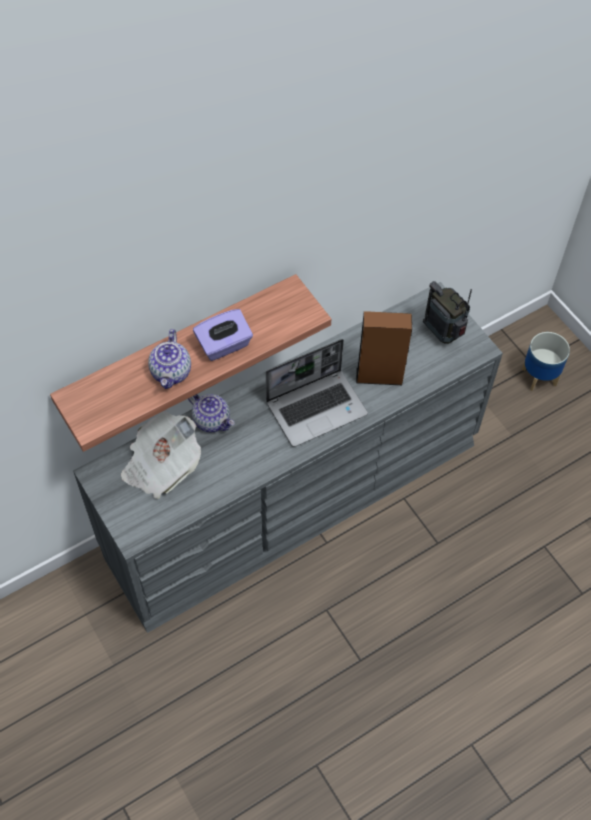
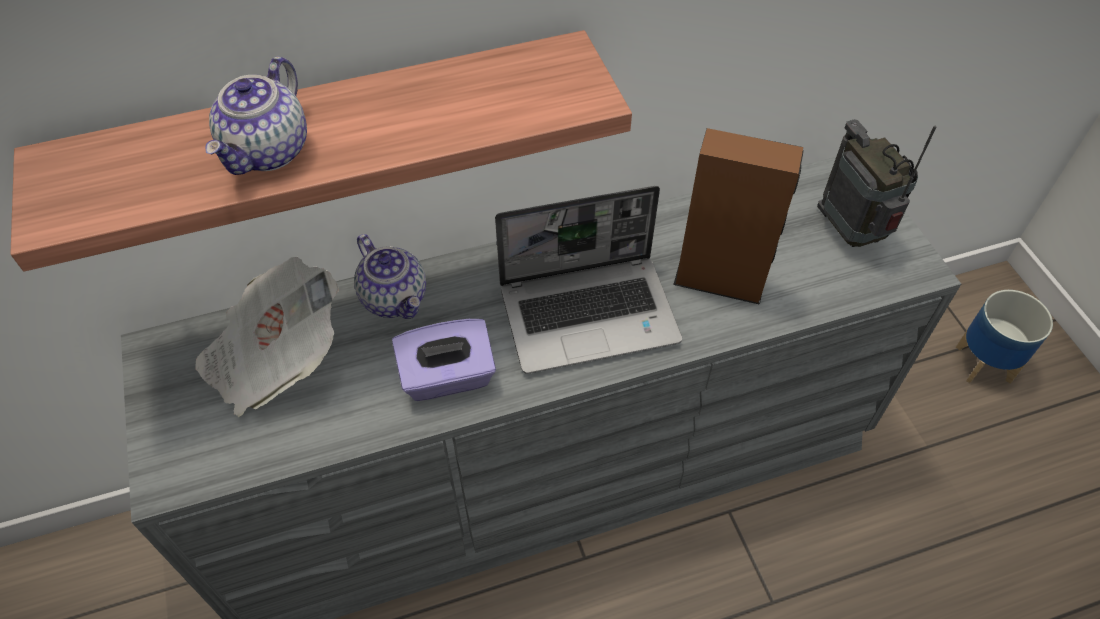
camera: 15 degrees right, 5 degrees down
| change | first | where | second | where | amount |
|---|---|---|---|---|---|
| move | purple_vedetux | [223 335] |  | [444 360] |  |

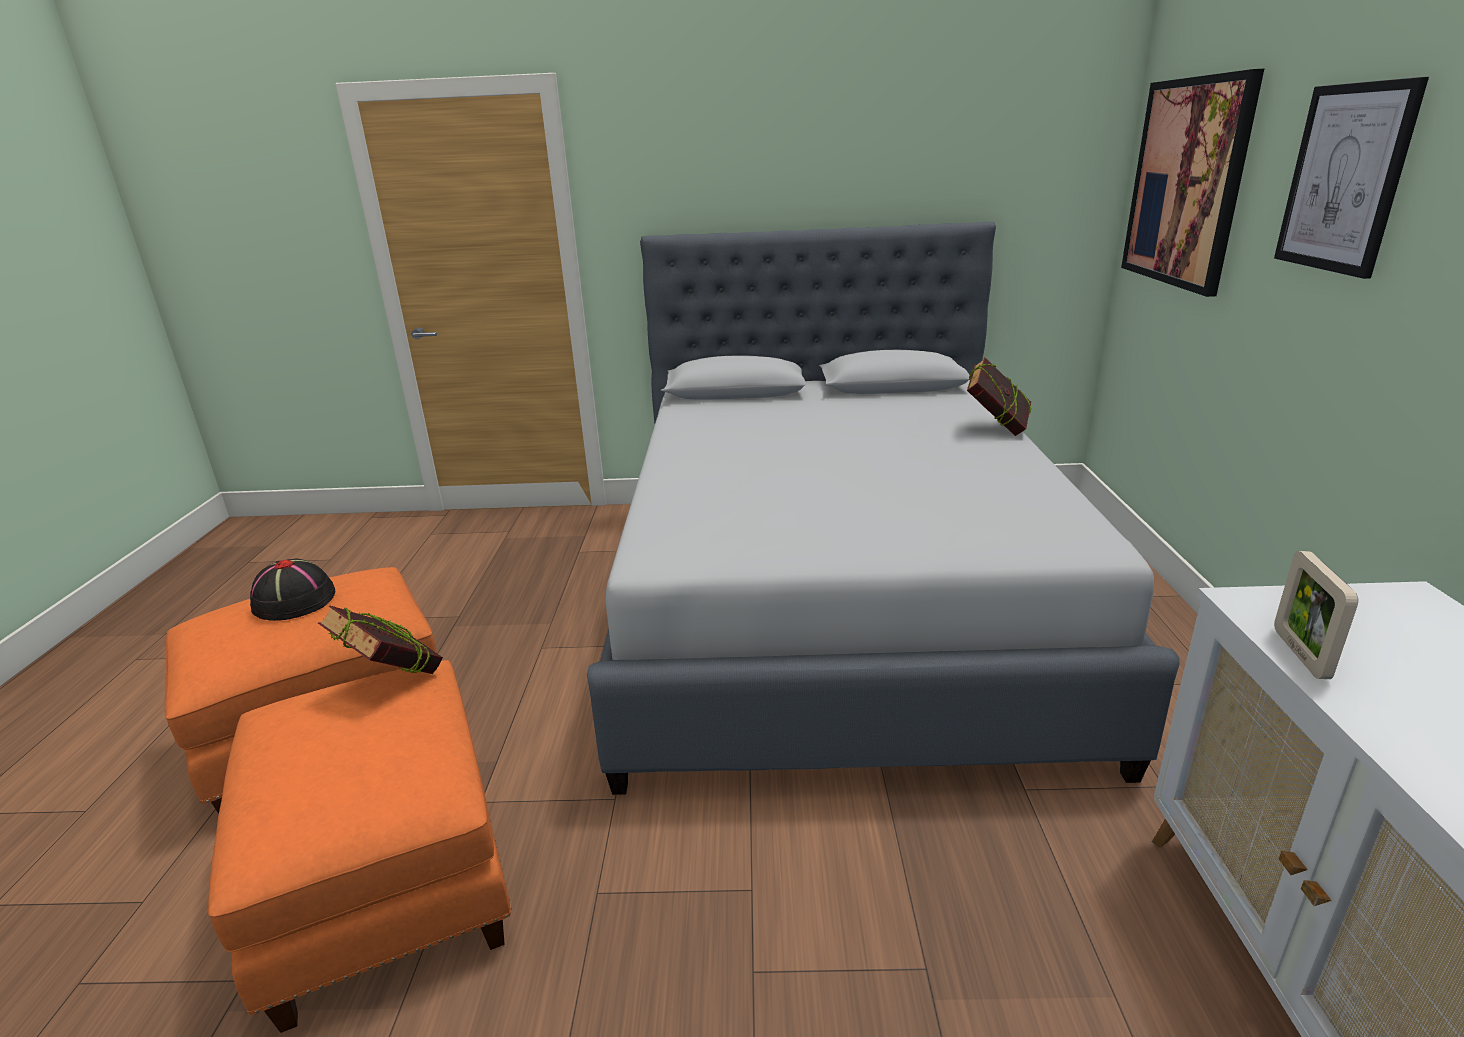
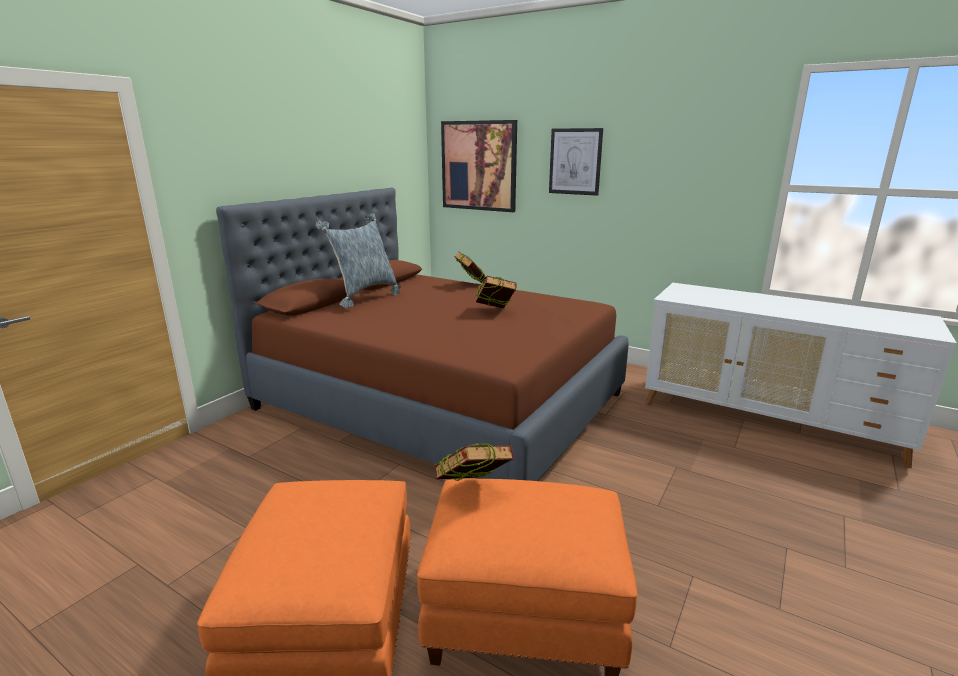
camera: 60 degrees left, 5 degrees down
| change | first | where | second | where | amount |
|---|---|---|---|---|---|
| delete | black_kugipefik | [292 589] |  |  |  |
| delete | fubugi | [1316 615] |  |  |  |
| insert |  |  | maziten | [358 260] |  |
| insert |  |  | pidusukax | [496 292] |  |
| recolor | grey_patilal | [883 508] | brown_patilal | [422 334] |  |

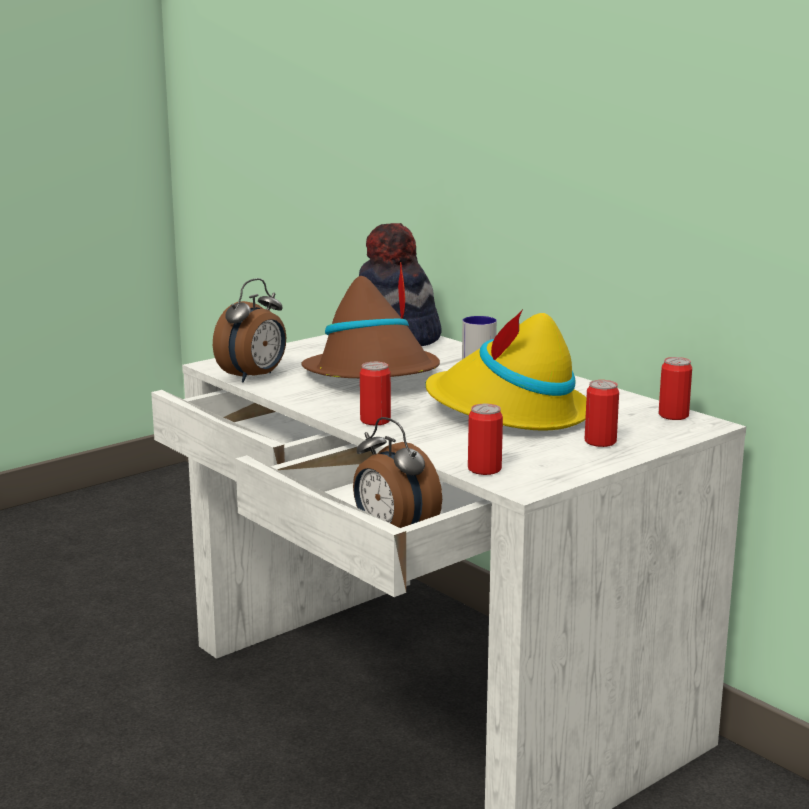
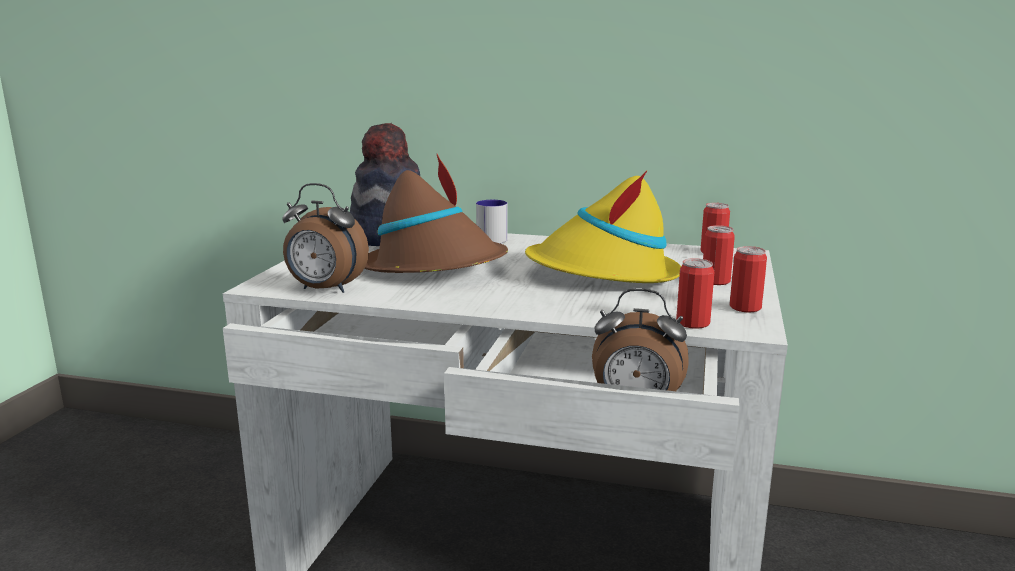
camera: 35 degrees left, 0 degrees up
| change | first | where | second | where | amount |
|---|---|---|---|---|---|
| move | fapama | [375 393] |  | [748 279] |  |
| rotate | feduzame | [249 330] |  | [325 238] | 105 degrees clockwise |

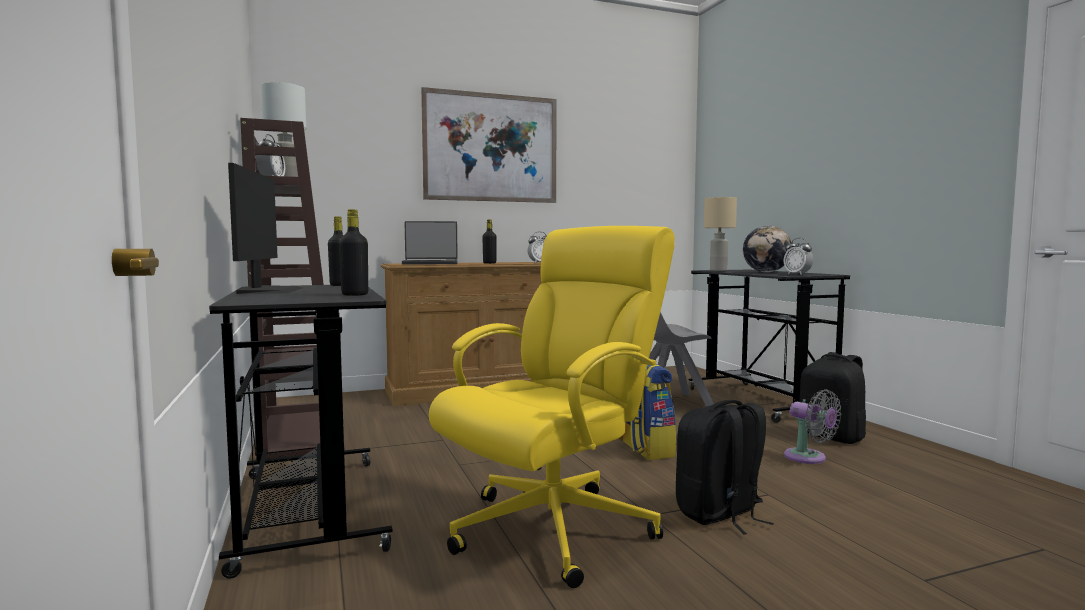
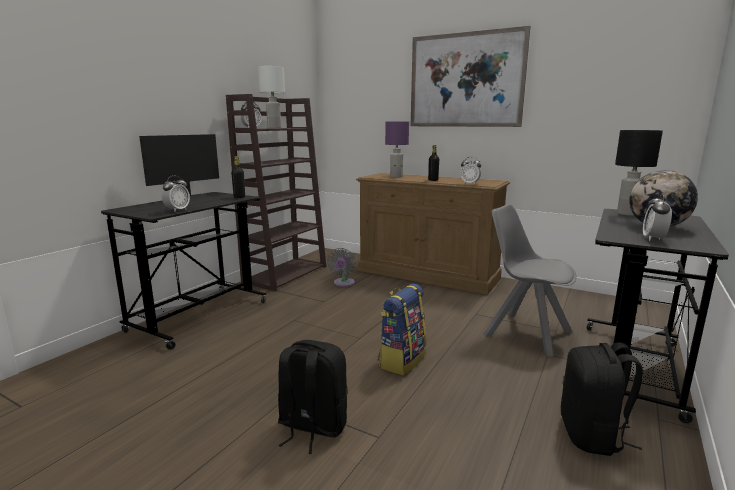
camera: 50 degrees right, 10 degrees up
| change | first | where | second | where | amount |
|---|---|---|---|---|---|
| delete | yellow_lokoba | [552 407] |  |  |  |
| move | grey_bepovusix | [812 426] |  | [341 267] |  |
| replace | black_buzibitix | [353 252] | feduzame | [176 194] |  |
| replace | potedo | [430 243] | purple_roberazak | [397 149] |  |
| recolor | beige_roberazak | [720 234] | black_roberazak | [639 173] |  |

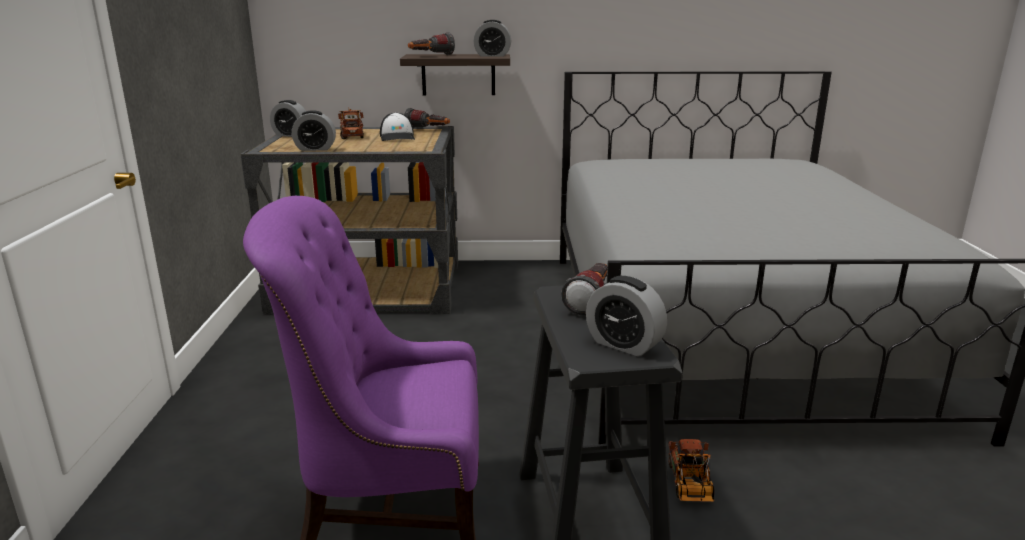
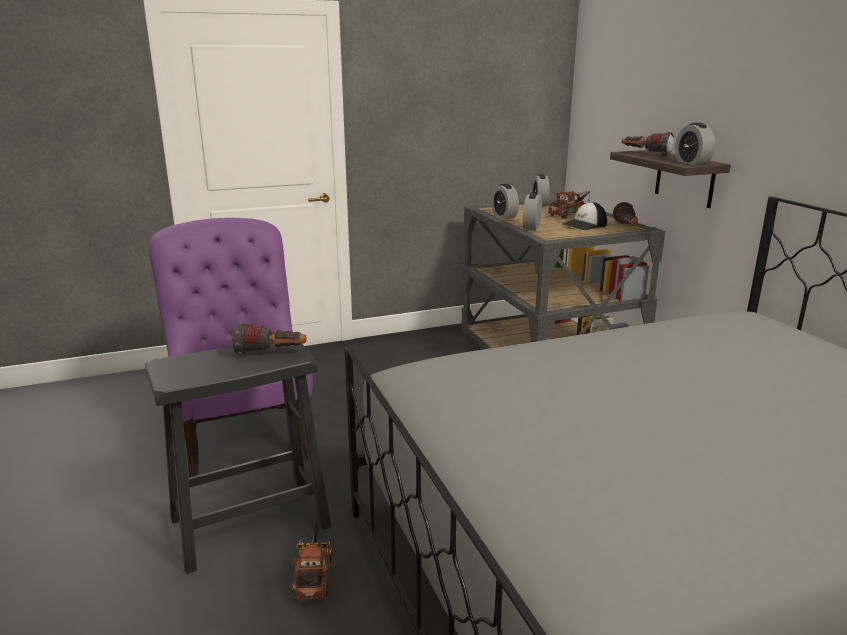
camera: 70 degrees right, 0 degrees up
| change | first | where | second | where | amount |
|---|---|---|---|---|---|
| move | feduzame | [626 316] |  | [532 211] |  |
| rotate | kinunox | [691 470] |  | [311 559] | 105 degrees clockwise |

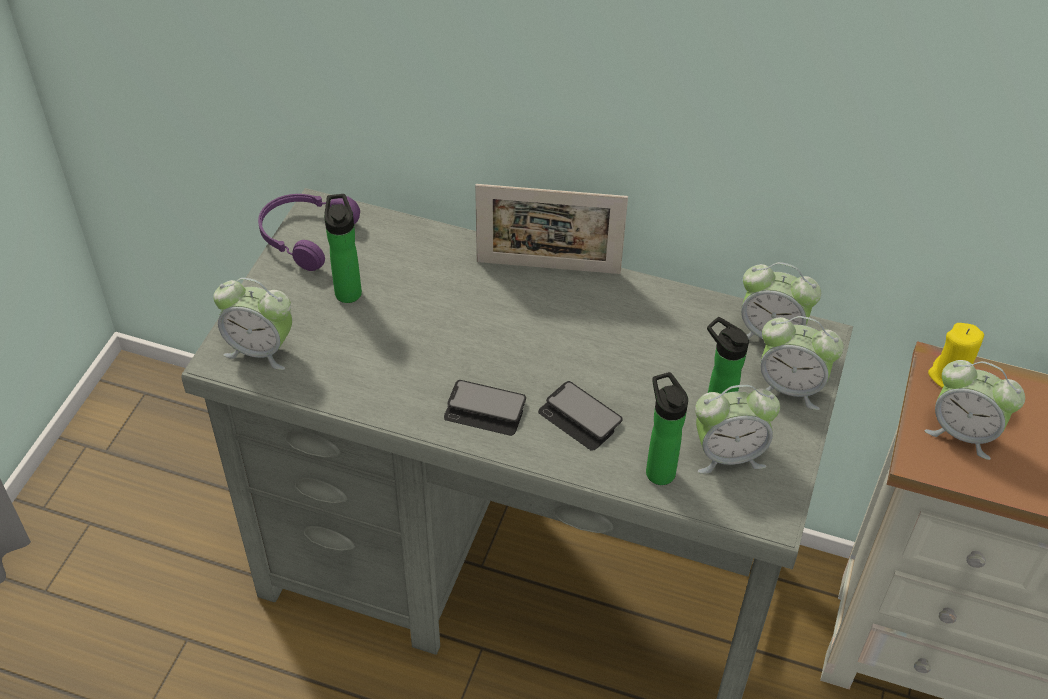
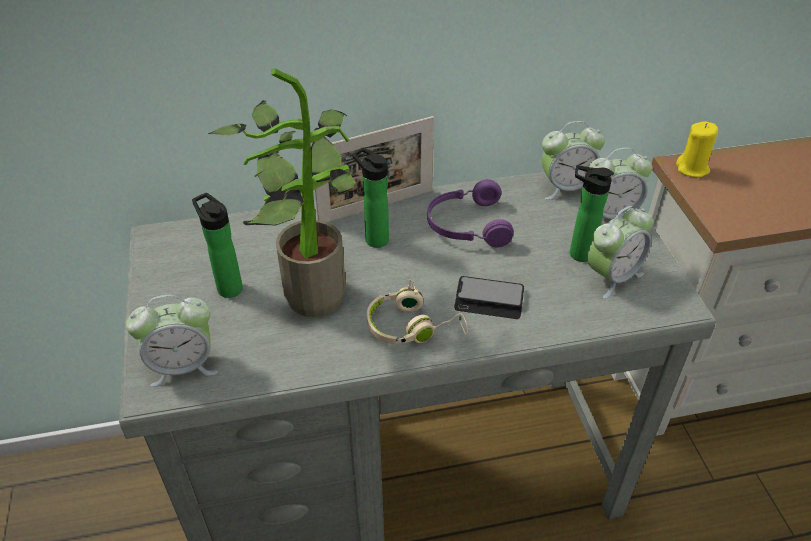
camera: 30 degrees left, 5 degrees down
| change | first | where | second | where | amount |
|---|---|---|---|---|---|
| delete | feduzame | [975 410] |  |  |  |
| insert |  |  | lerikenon | [282 192] |  |
| move | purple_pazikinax | [309 232] |  | [470 213] |  |
| move | buzibitix | [667 428] |  | [371 197] |  |
| replace | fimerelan | [485 408] | beige_pazikinax | [417 311] |  |

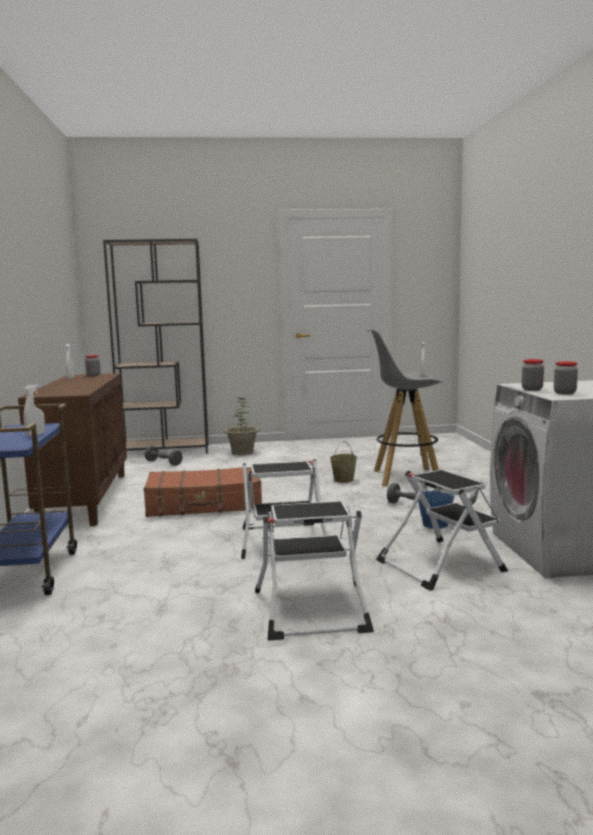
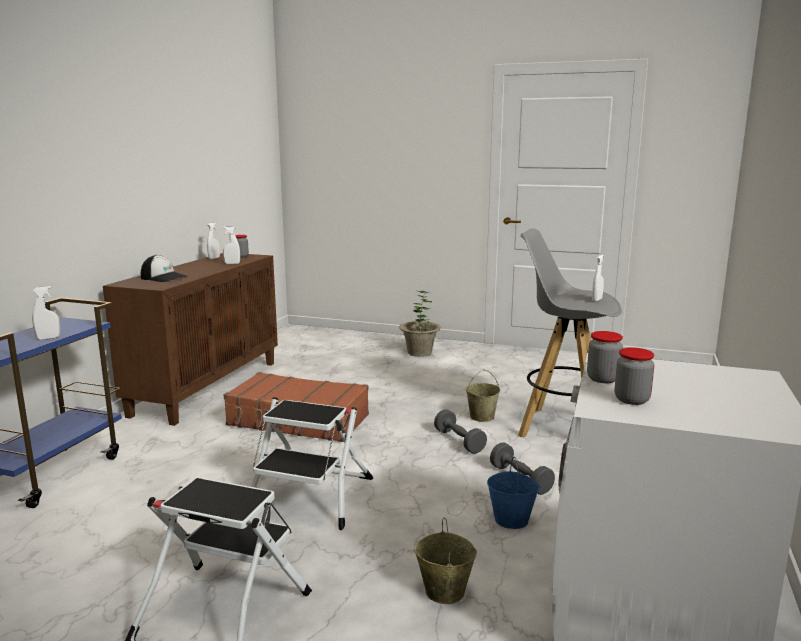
camera: 25 degrees right, 5 degrees up
| change | first | where | second | where | amount |
|---|---|---|---|---|---|
| delete | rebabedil | [156 346] |  |  |  |
| insert |  |  | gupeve | [163 268] |  |
| insert |  |  | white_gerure | [231 245] |  |
| move | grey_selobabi | [164 456] |  | [460 431] |  |
| replace | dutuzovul | [442 530] | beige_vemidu | [445 561] |  |

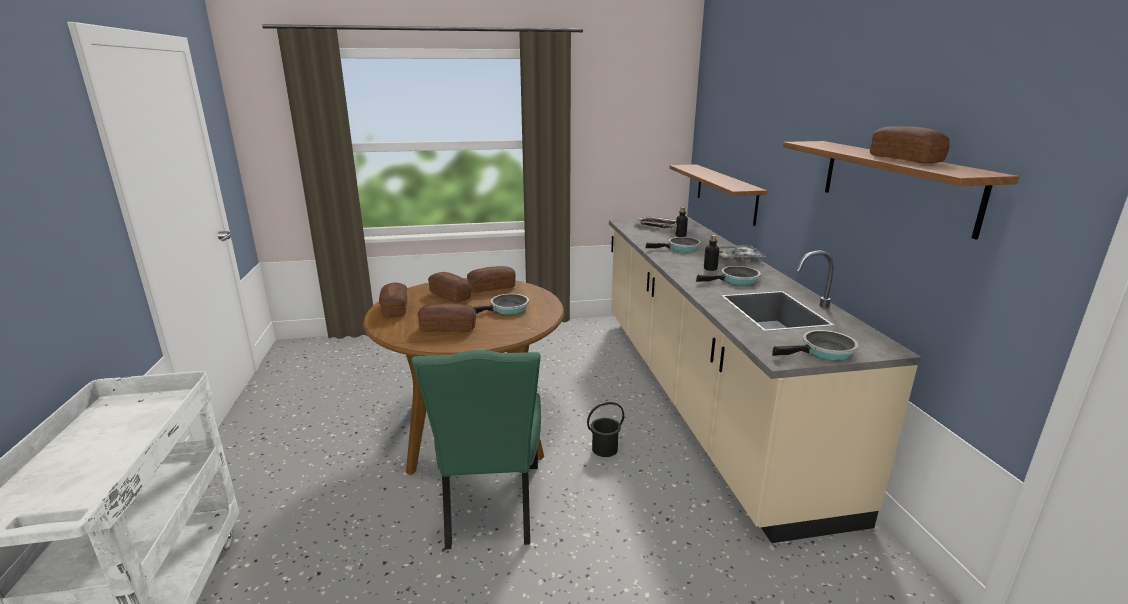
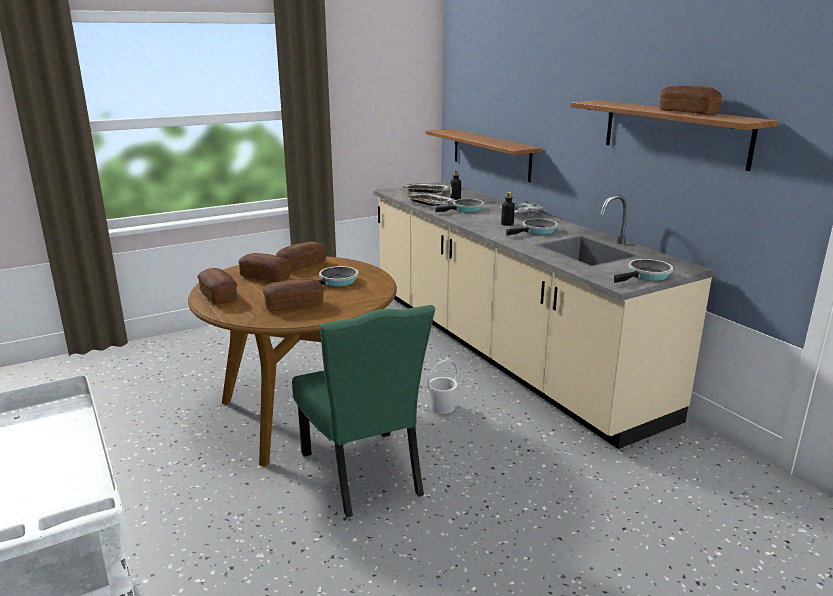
camera: 20 degrees left, 0 degrees up
| change | first | where | second | where | amount |
|---|---|---|---|---|---|
| insert |  |  | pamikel | [429 199] |  |
| recolor | black_vemidu | [605 429] | white_vemidu | [442 386] |  |

